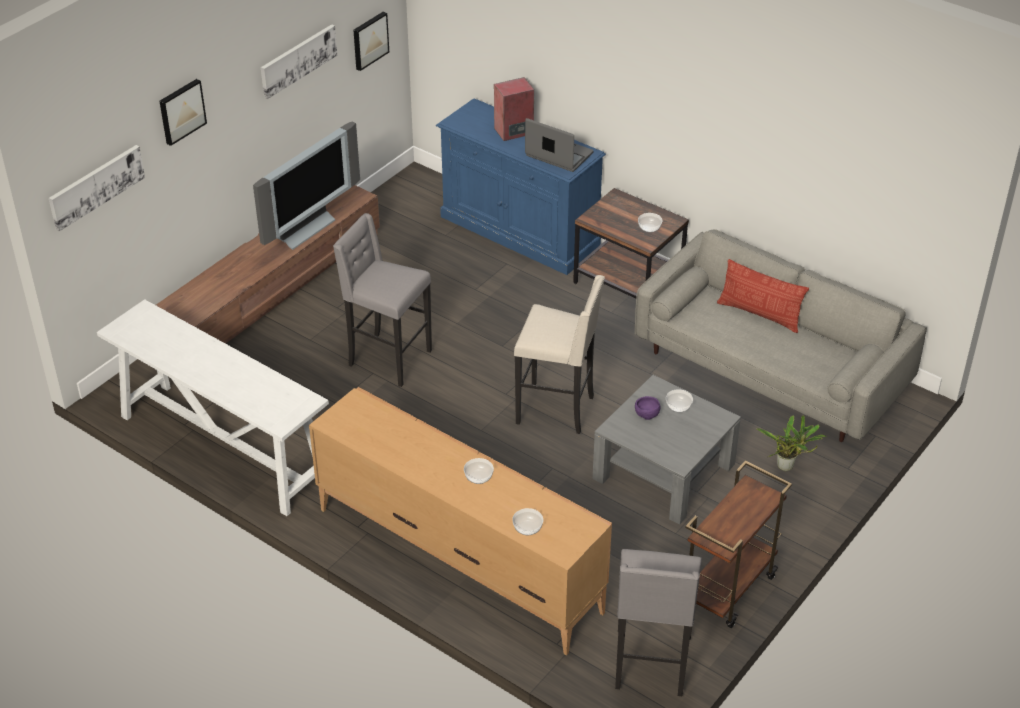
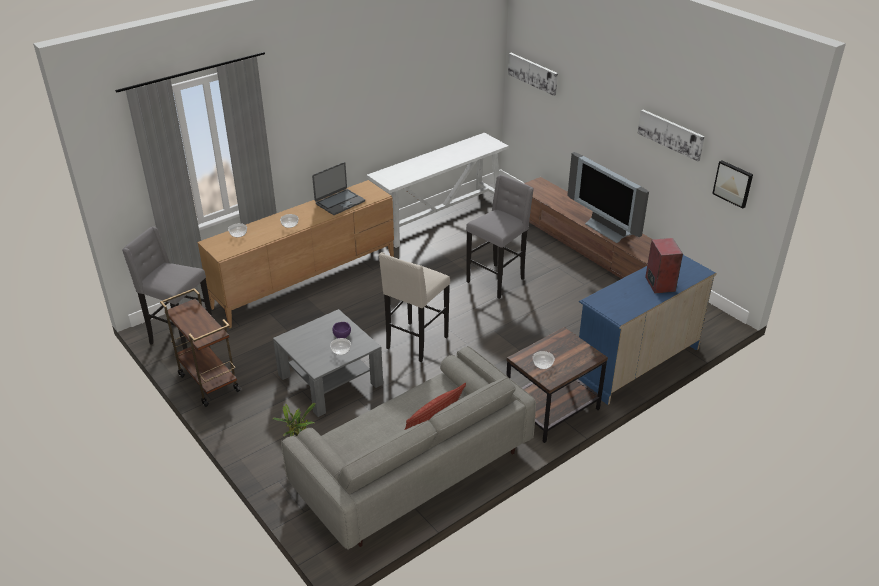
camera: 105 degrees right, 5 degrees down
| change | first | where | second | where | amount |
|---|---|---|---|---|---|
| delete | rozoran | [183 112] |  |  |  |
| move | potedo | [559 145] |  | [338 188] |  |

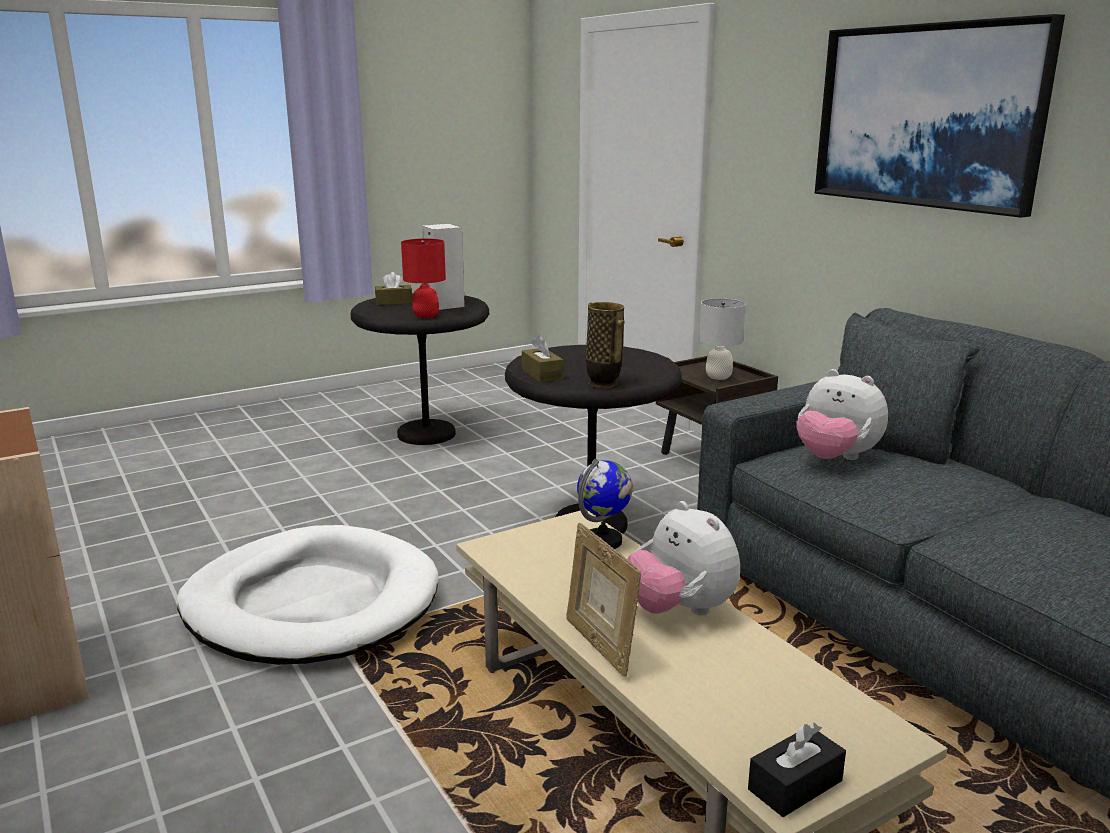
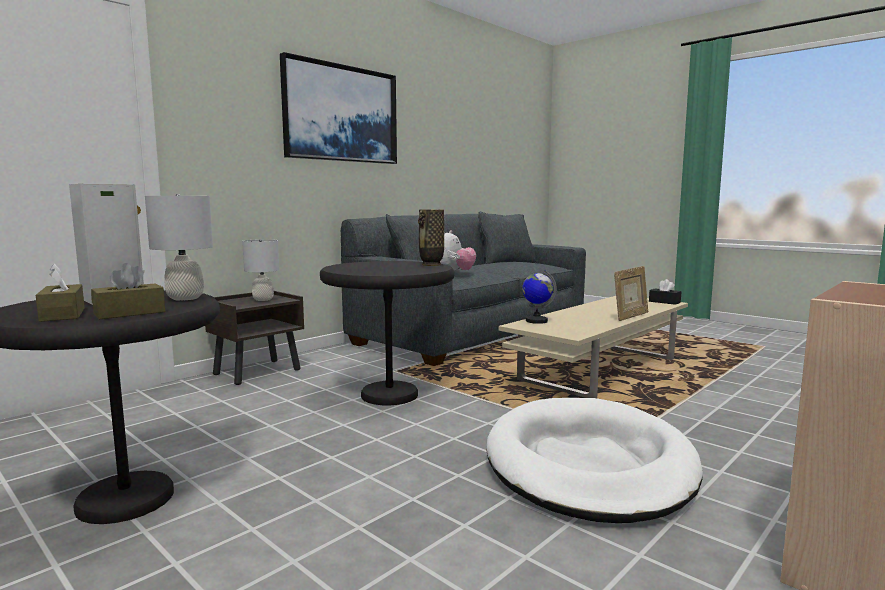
camera: 105 degrees left, 10 degrees down
| change | first | where | second | where | amount |
|---|---|---|---|---|---|
| delete | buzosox | [683 558] |  |  |  |
| move | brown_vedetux | [542 358] |  | [128 291] |  |
| recolor | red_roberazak | [423 278] | grey_roberazak | [179 247] |  |

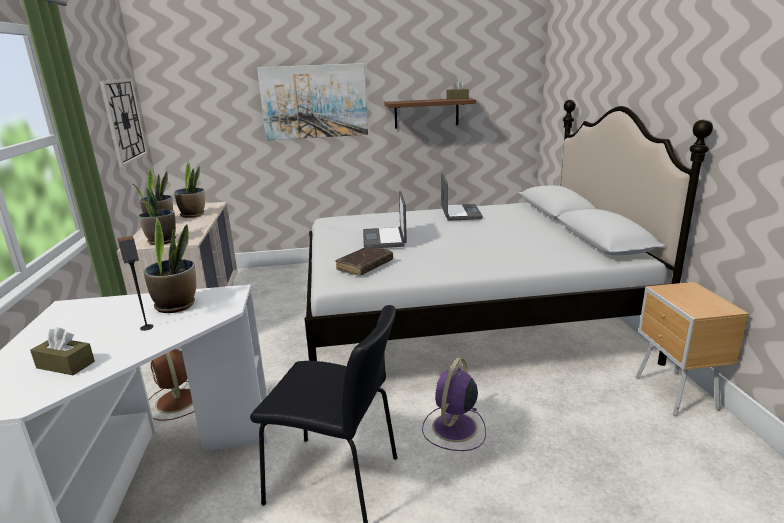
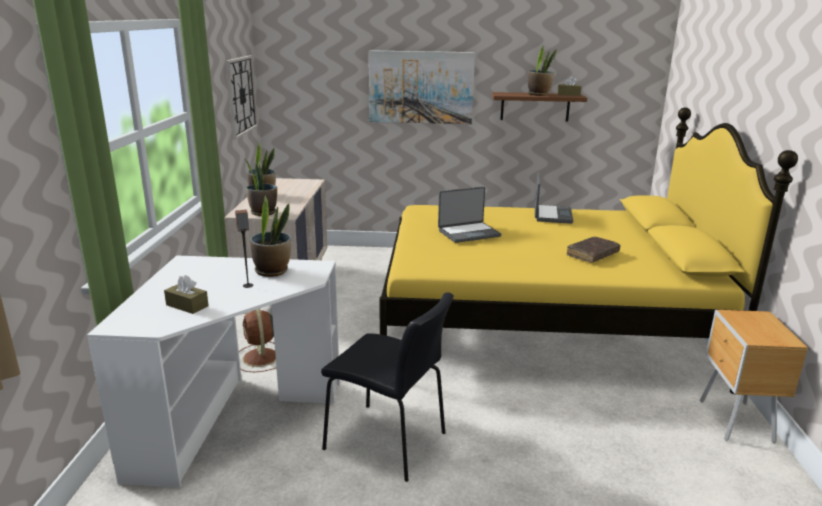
camera: 10 degrees right, 0 degrees up
| change | first | where | second | where | amount |
|---|---|---|---|---|---|
| delete | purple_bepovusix | [454 404] |  |  |  |
| move | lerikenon | [189 189] |  | [542 70] |  |
| move | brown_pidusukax | [364 261] |  | [594 249] |  |
| recolor | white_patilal | [508 233] | yellow_patilal | [588 251] |  |
| rotate | potedo | [385 219] |  | [469 215] | 120 degrees counterclockwise |

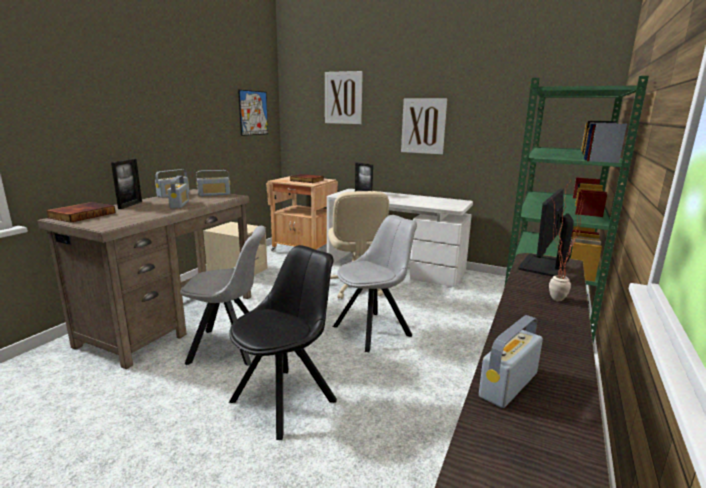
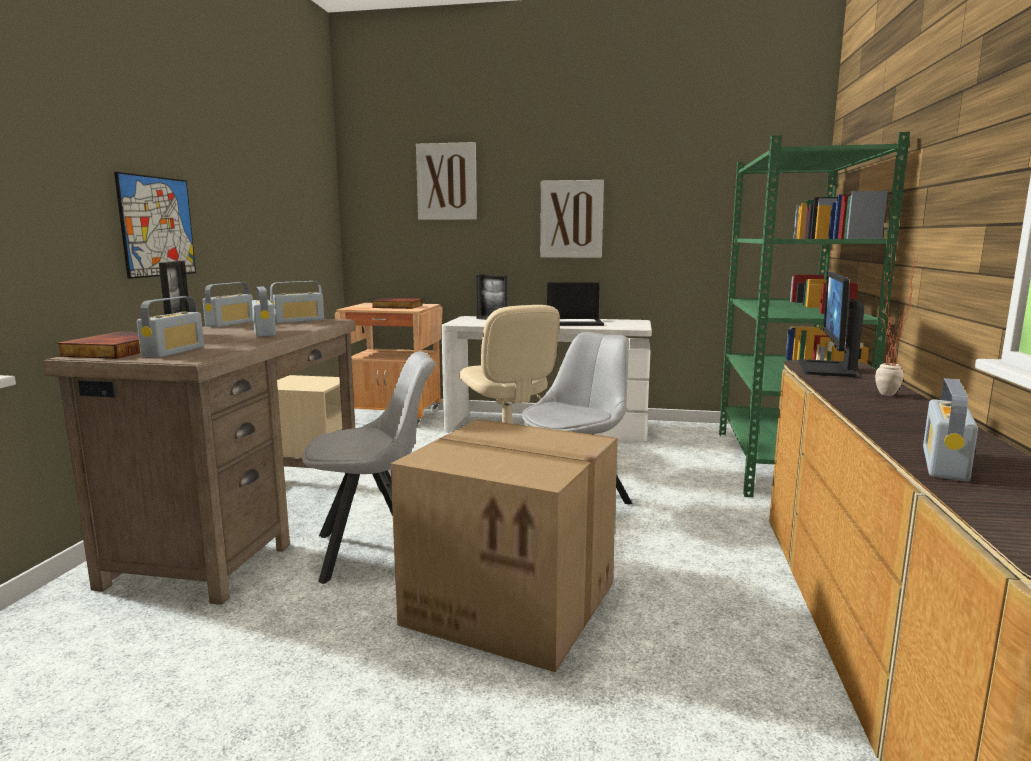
camera: 15 degrees left, 5 degrees down
| change | first | where | second | where | amount |
|---|---|---|---|---|---|
| insert |  |  | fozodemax | [170 327] |  |
| insert |  |  | potedo | [575 304] |  |
| move | rozoran | [253 113] |  | [155 225] |  |
| replace | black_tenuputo | [283 342] | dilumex | [504 546] |  |

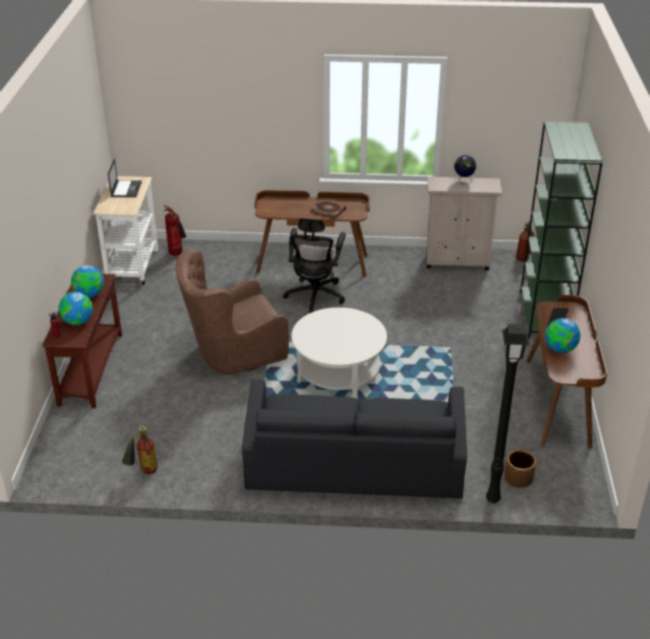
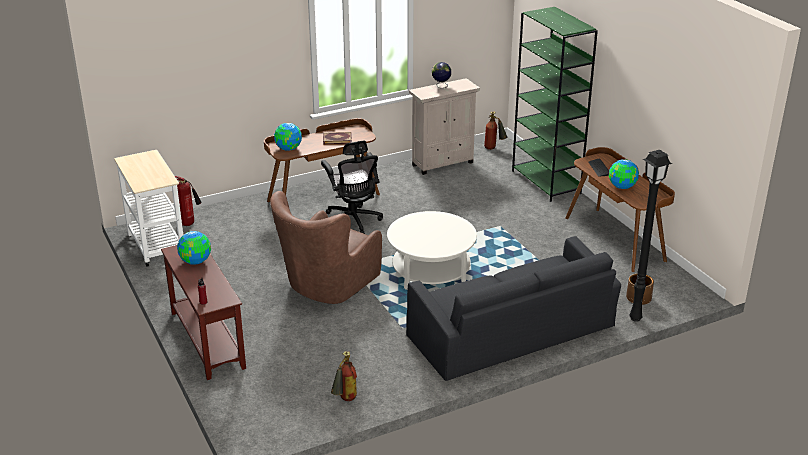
camera: 30 degrees left, 5 degrees down
| change | first | where | second | where | amount |
|---|---|---|---|---|---|
| delete | potedo | [125 177] |  |  |  |
| move | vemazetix | [75 308] |  | [288 137] |  |

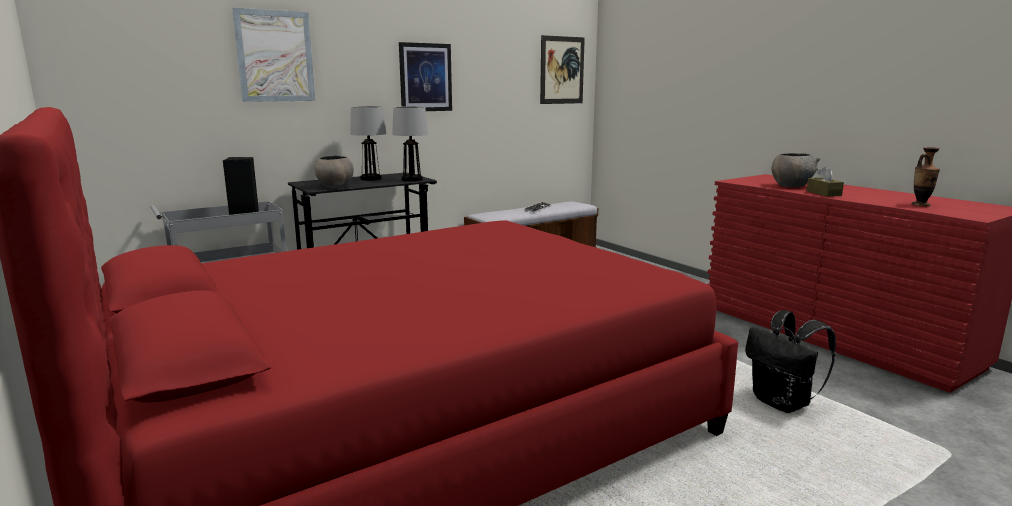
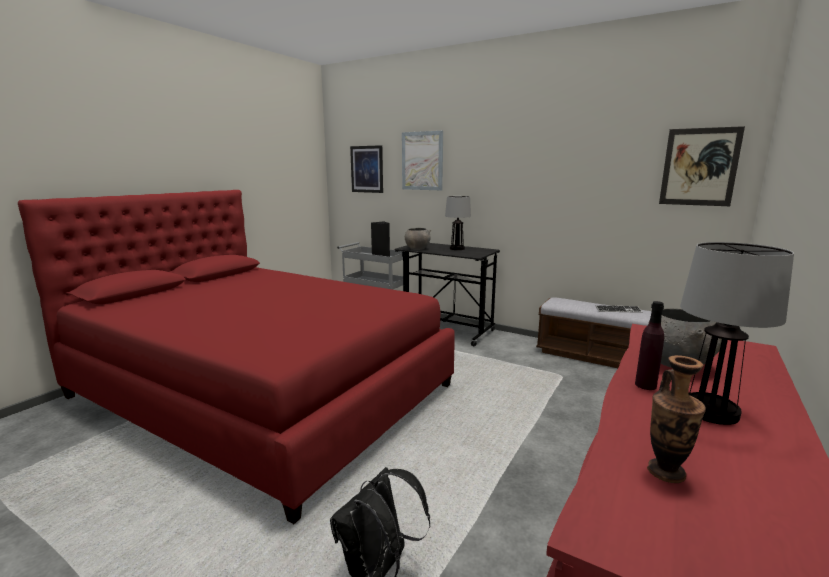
camera: 65 degrees right, 0 degrees up
| change | first | where | second | where | amount |
|---|---|---|---|---|---|
| move | roberazak | [410 144] |  | [737 333] |  |
| move | rozoran | [425 76] |  | [366 169] |  |
| replace | brown_vedetux | [825 182] | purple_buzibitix | [649 345] |  |

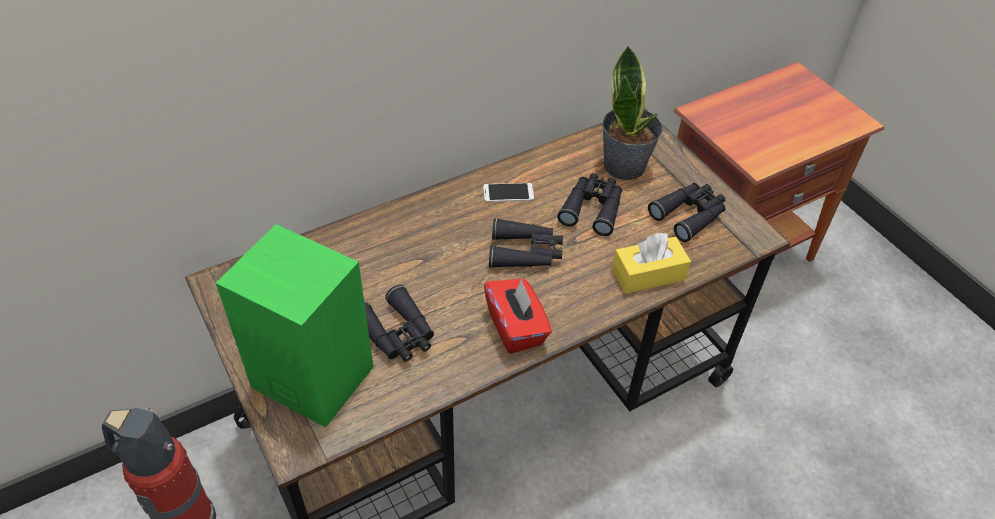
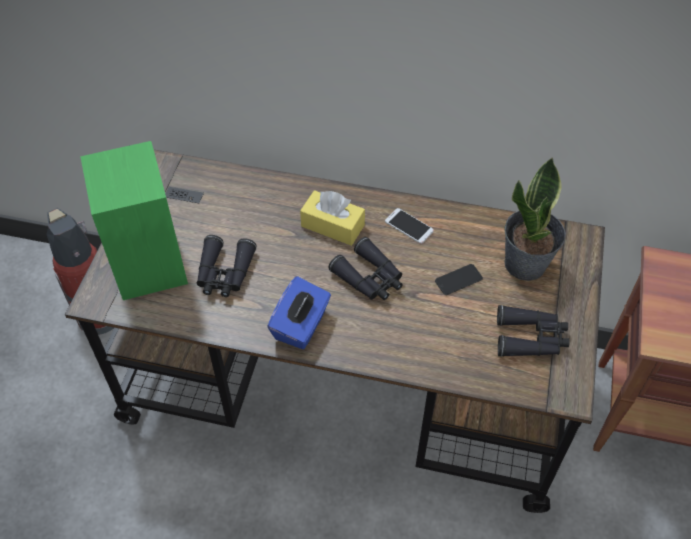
camera: 45 degrees right, 5 degrees up
| change | first | where | second | where | amount |
|---|---|---|---|---|---|
| move | yellow_vedetux | [651 263] |  | [332 218] |  |
| replace | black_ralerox | [589 204] | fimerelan | [459 279] |  |
| recolor | red_vedetux | [518 316] | blue_vedetux | [299 312] |  |

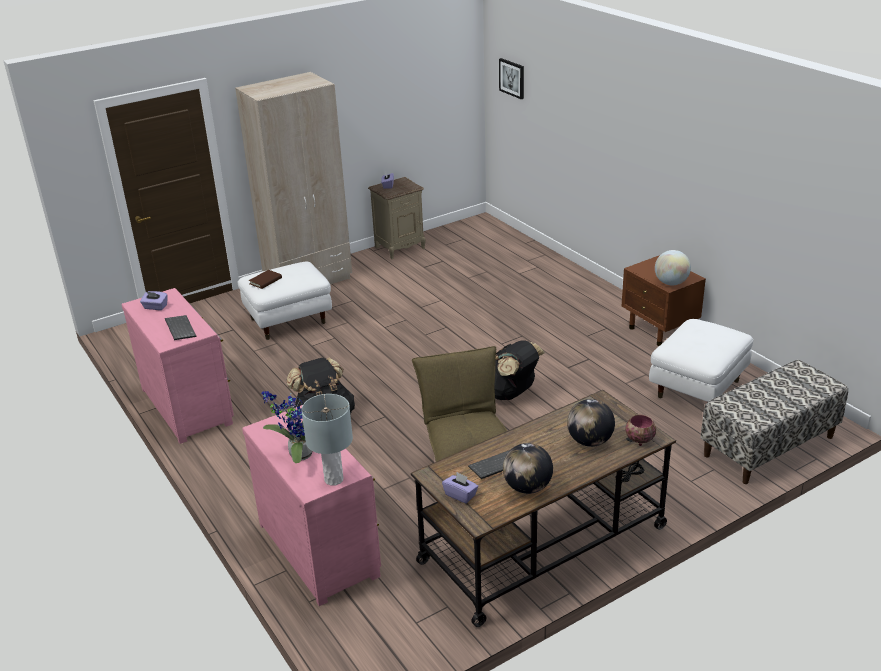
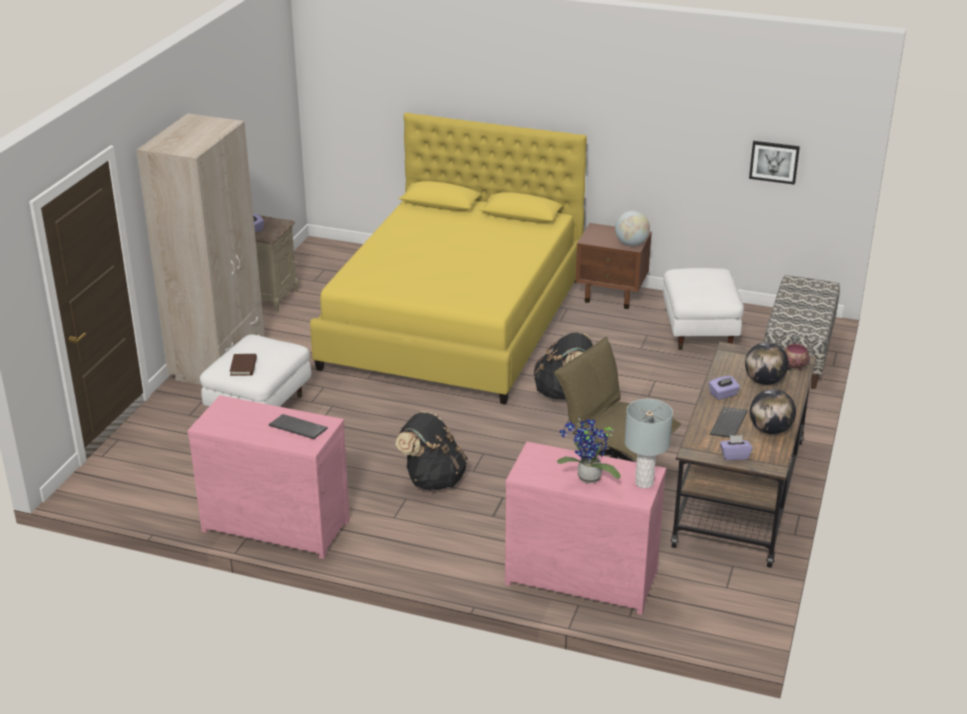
camera: 40 degrees left, 0 degrees up
| change | first | where | second | where | amount |
|---|---|---|---|---|---|
| insert |  |  | yellow_patilal | [448 259] |  |
| move | purple_vedetux | [154 300] |  | [724 388] |  |
| move | rozoran | [511 78] |  | [774 163] |  |

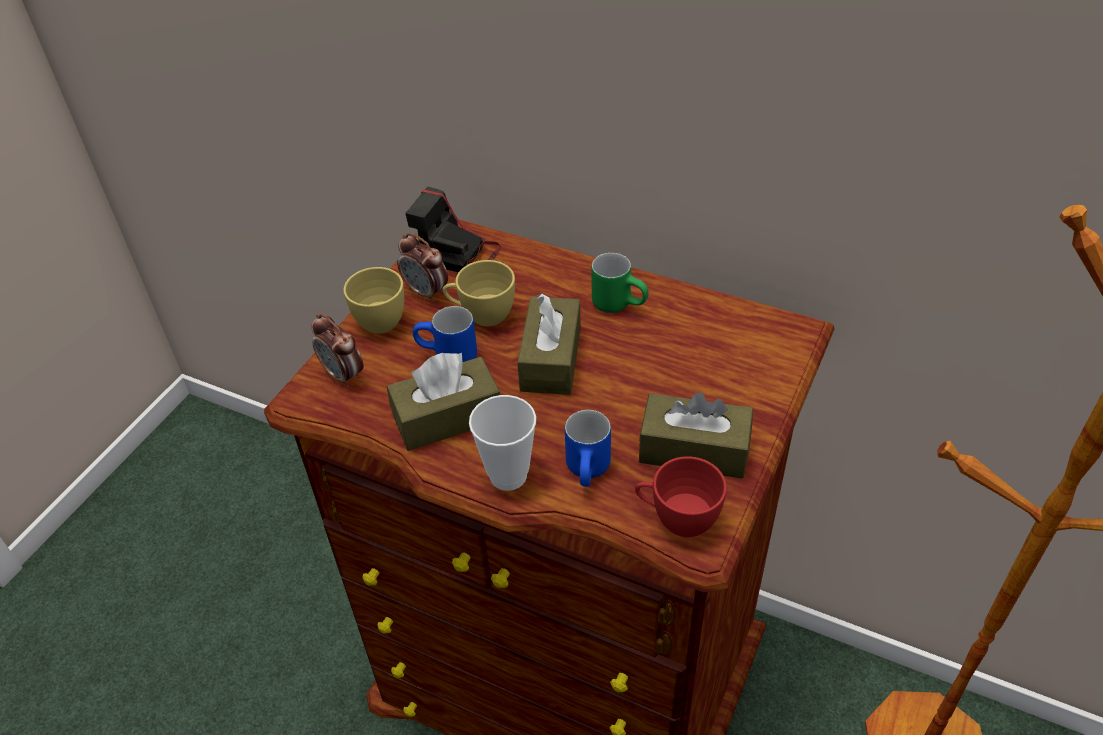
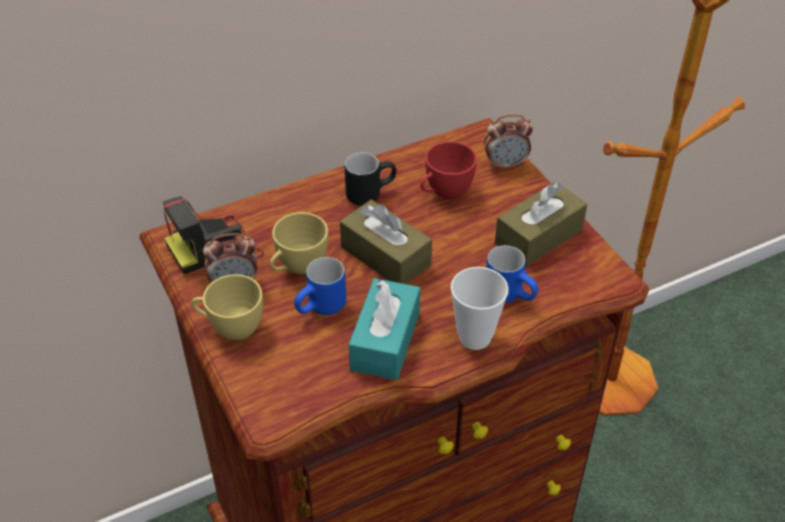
camera: 55 degrees left, 0 degrees up
| change | first | where | second | where | amount |
|---|---|---|---|---|---|
| move | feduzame | [337 351] |  | [508 142] |  |
| move | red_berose | [681 496] |  | [448 170] |  |
| recolor | brown_vedetux | [443 402] | turquoise_vedetux | [384 329] |  |
| recolor | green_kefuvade | [620 283] | black_kefuvade | [370 179] |  |

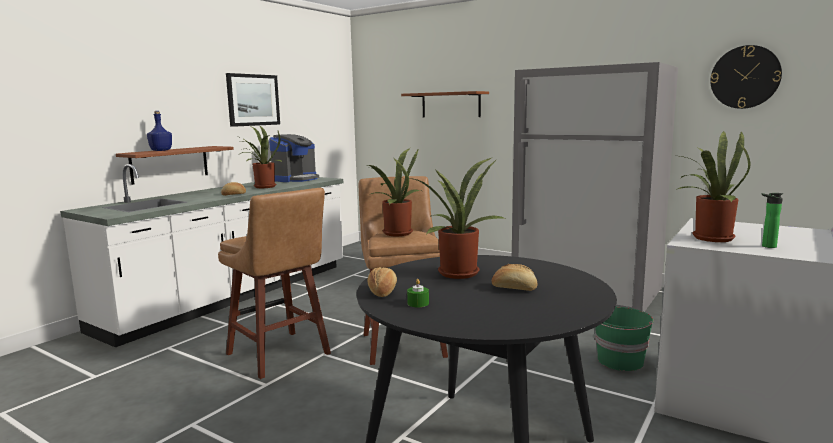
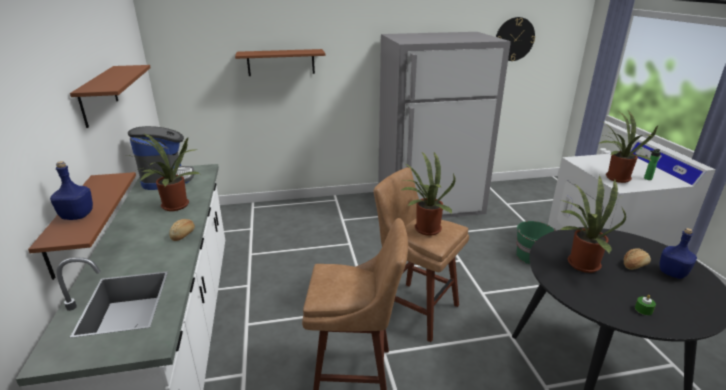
camera: 45 degrees left, 15 degrees up
| change | first | where | second | where | amount |
|---|---|---|---|---|---|
| delete | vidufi | [382 282] |  |  |  |
| insert |  |  | blue_buzibitix | [678 253] |  |
| replace | rozoran | [253 100] | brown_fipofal | [110 96] |  |

